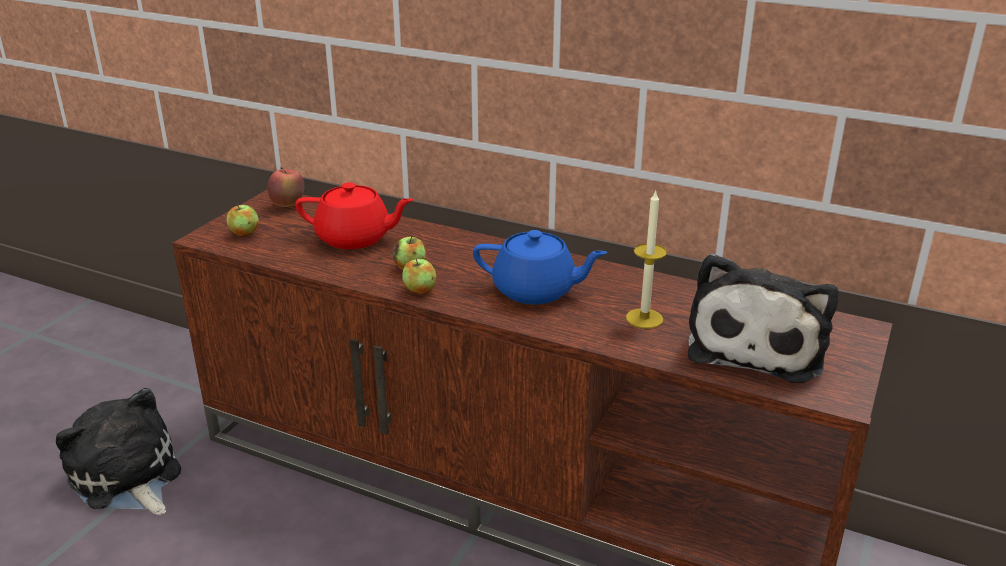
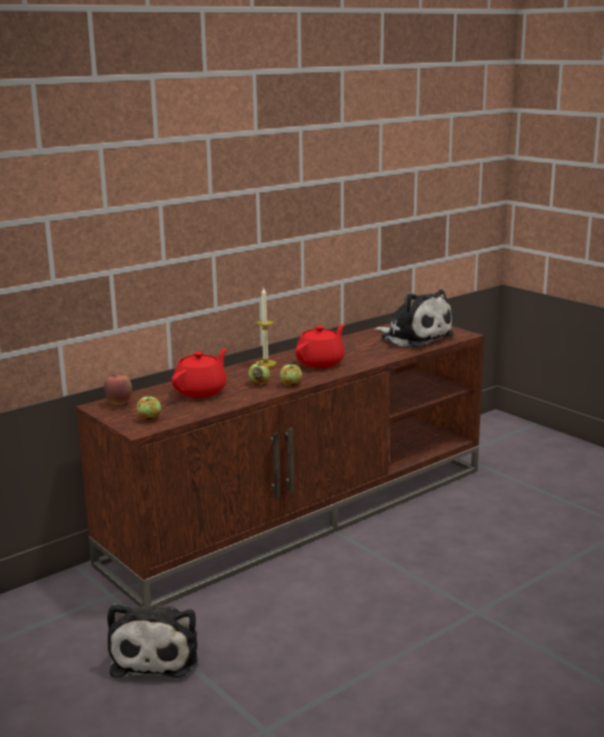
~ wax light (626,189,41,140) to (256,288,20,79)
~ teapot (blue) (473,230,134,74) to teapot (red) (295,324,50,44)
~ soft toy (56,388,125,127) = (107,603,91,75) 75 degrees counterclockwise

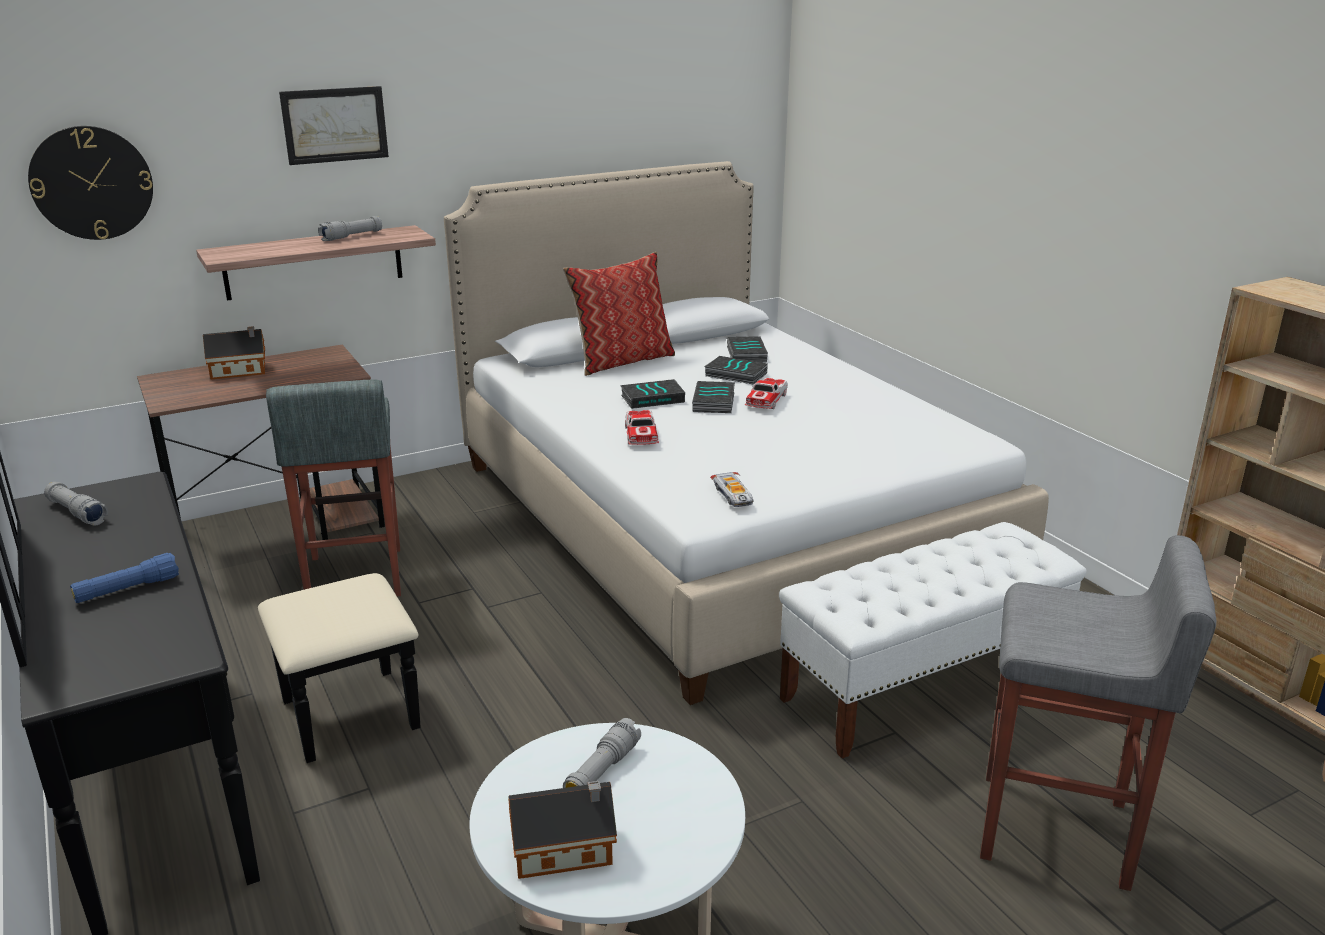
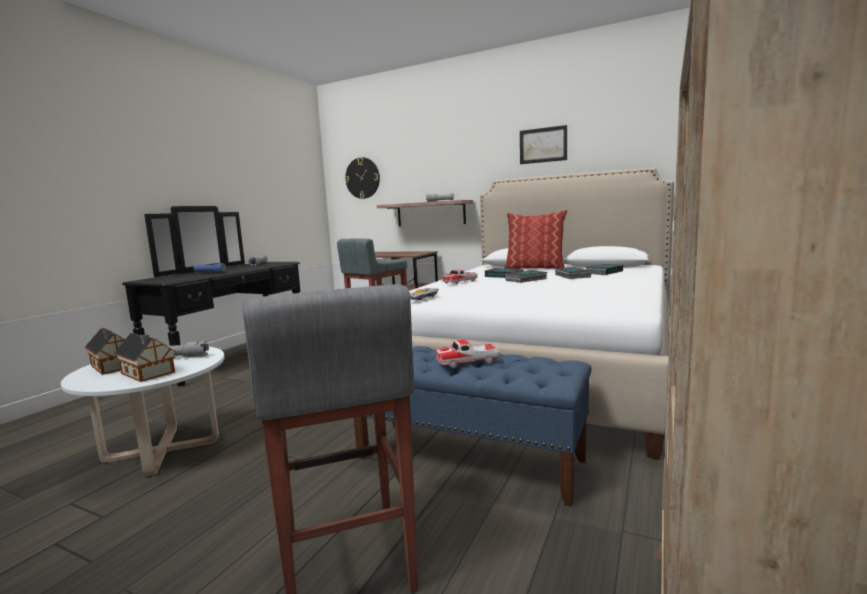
~ wall art (279,86,110,79) to (520,125,47,39)
~ miniature house (203,326,62,54) to (114,333,62,49)
~ toy car (745,378,43,31) to (436,340,63,28)
~ long seat (white-coloured) (779,522,308,236) to long seat (blue) (354,346,238,161)

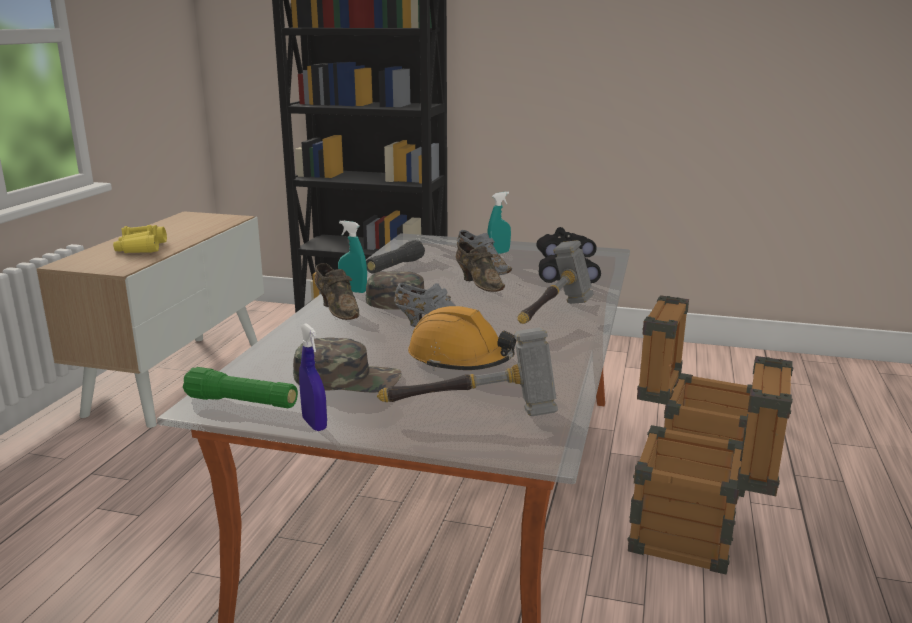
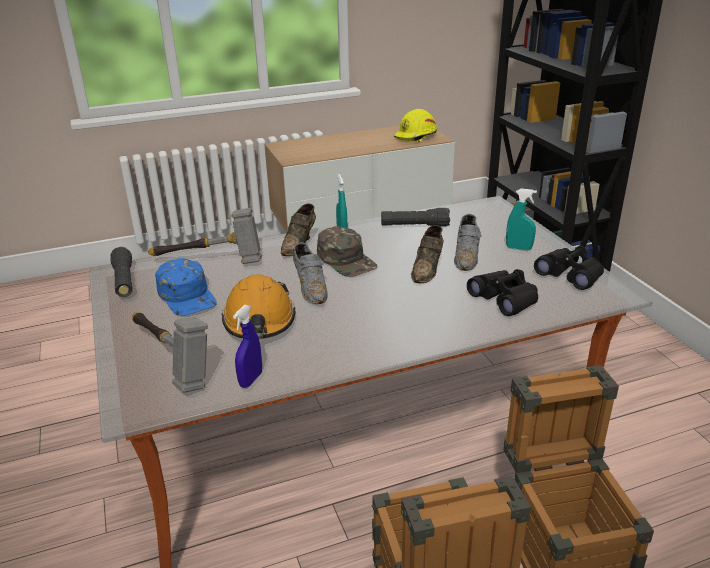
- binoculars (yellow-coloured) (113,225,54,28)
~ tool hammer (517,240,77,84) to (148,208,114,56)
~ spray bottle (blue) (299,323,28,108) to (233,305,29,83)
~ baseball cap (greenish) (293,337,109,56) to baseball cap (blue) (155,258,62,58)
~ hand torch (greenish) (183,367,115,41) to hand torch (black) (110,247,22,50)
+ safety helmet (yellow-coloured) (394,109,43,34)

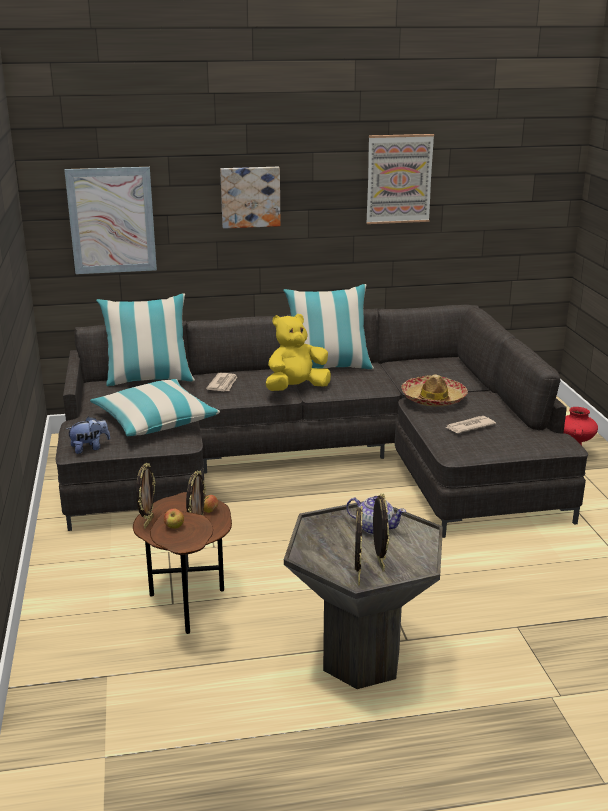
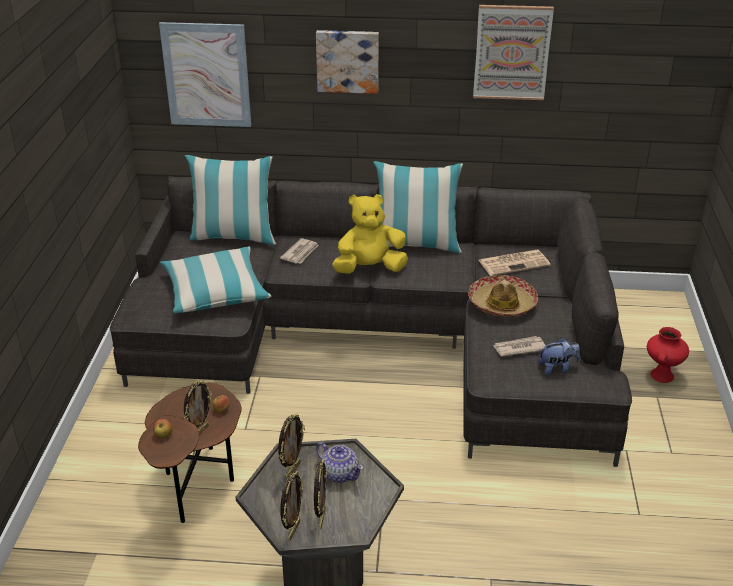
~ soft toy (66,416,44,38) to (538,337,42,38)
~ photo frame (136,463,19,66) to (278,413,27,66)
+ printed paper (479,250,72,26)

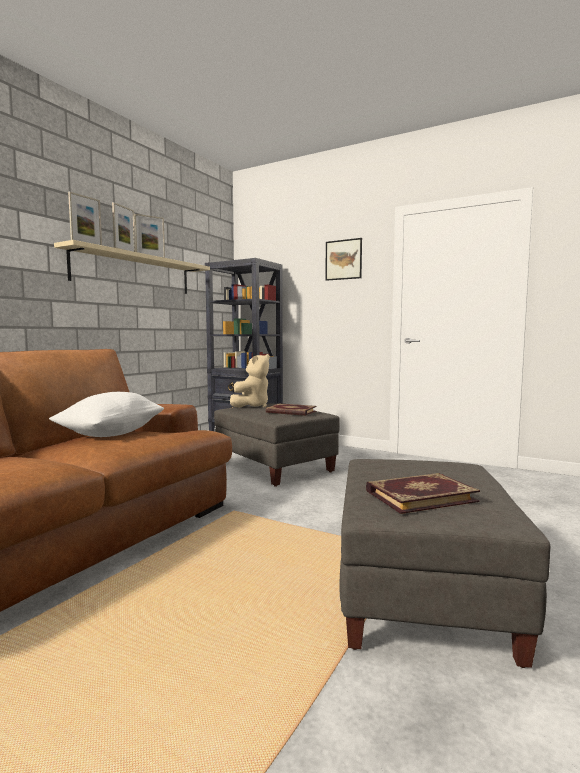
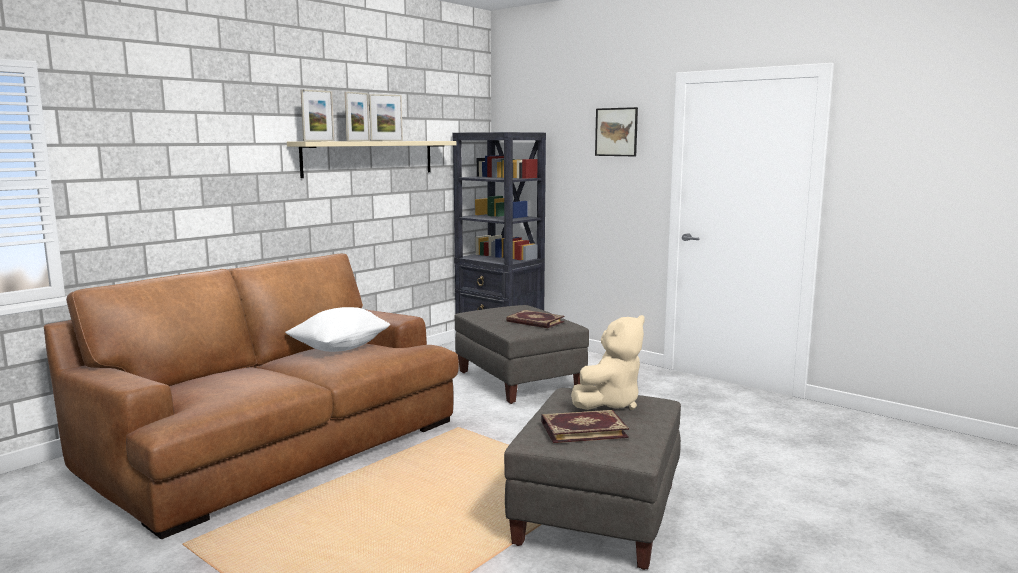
~ soft toy (sand-coloured) (230,354,40,54) to (571,315,73,95)

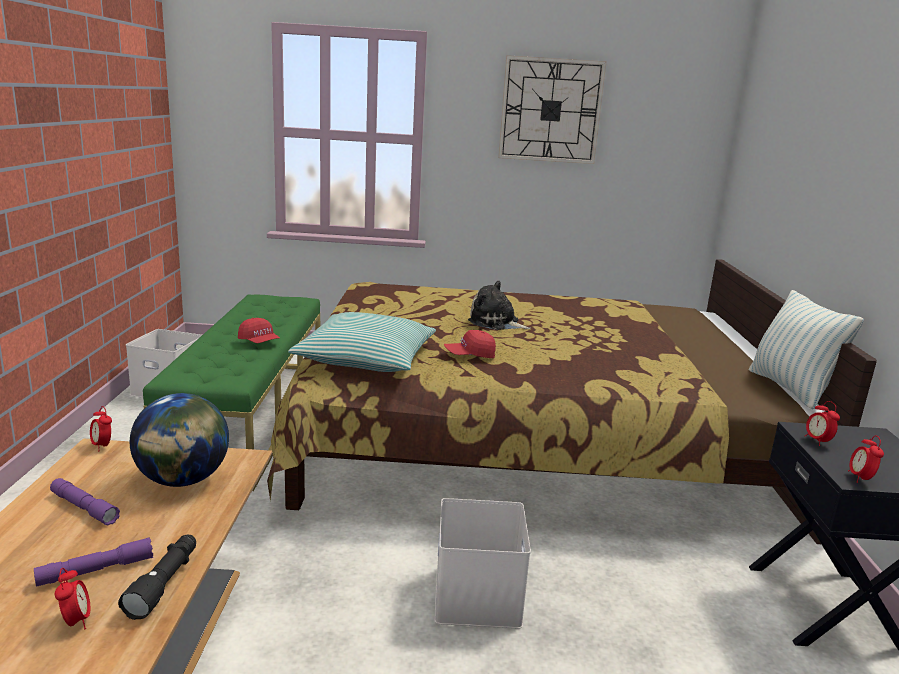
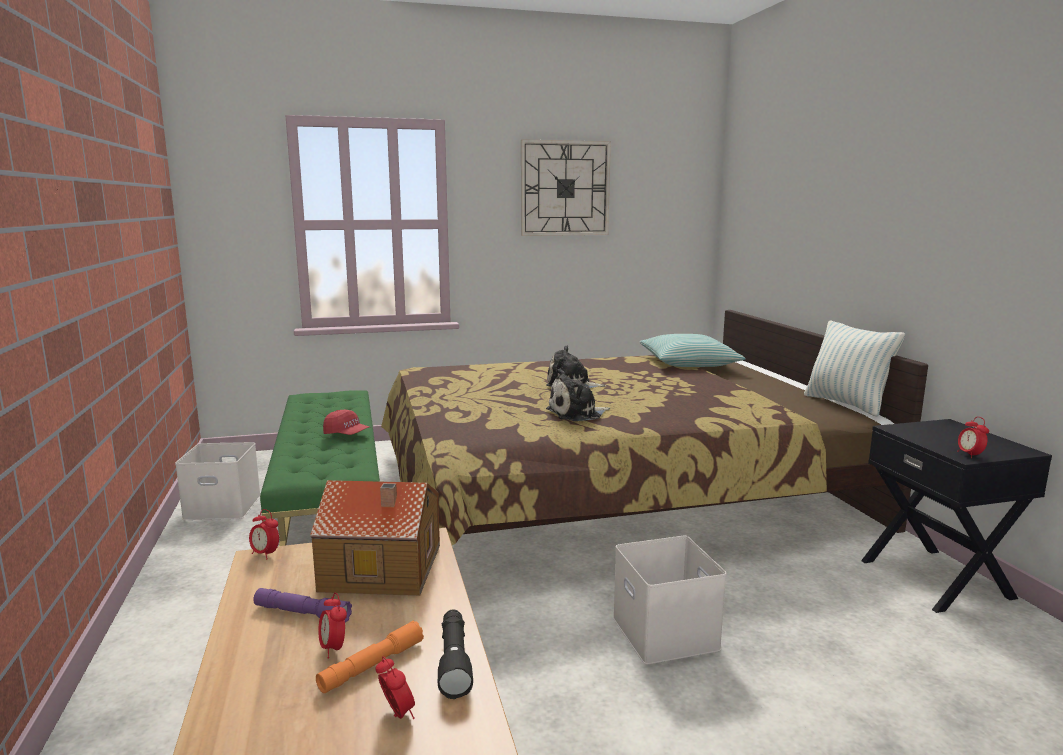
~ cushion (288,312,148,60) to (640,334,106,33)
~ baseball cap (red) (444,330,52,28) to soft toy (546,368,64,53)
~ desk globe (130,393,99,94) to miniature house (310,480,130,116)
~ bedside clock (805,401,35,45) to (318,592,29,66)
~ hand torch (purple-coloured) (34,537,119,50) to hand torch (orange) (316,620,108,73)

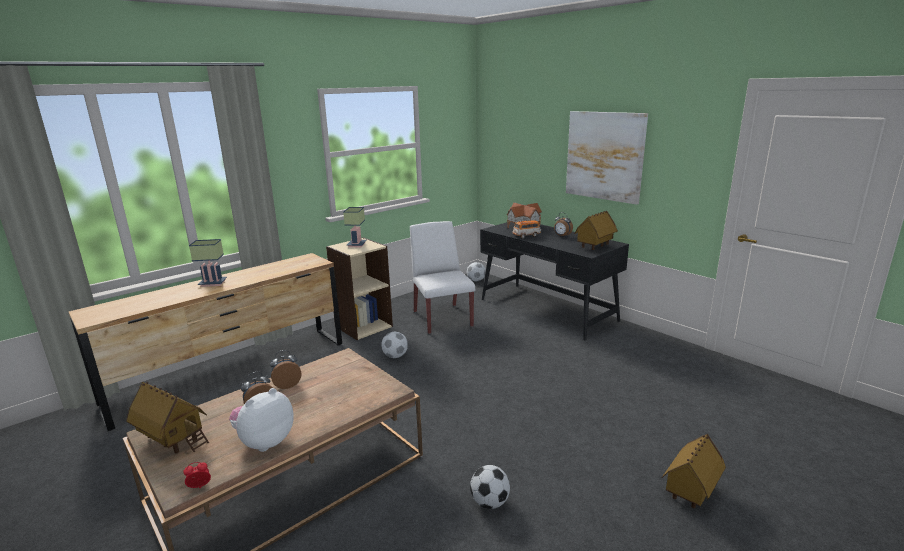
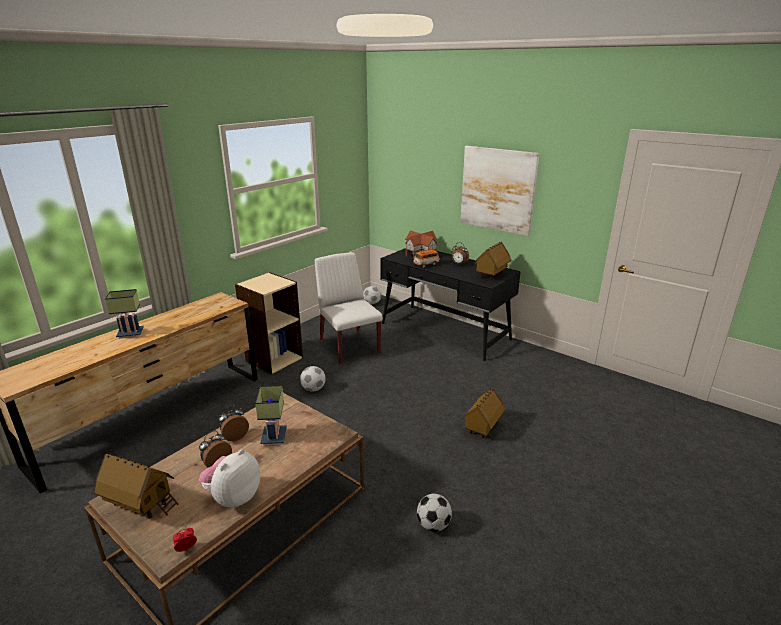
~ tabletop lamp (343,207,24,40) to (255,385,32,60)
~ miniature house (661,434,65,74) to (462,388,43,50)

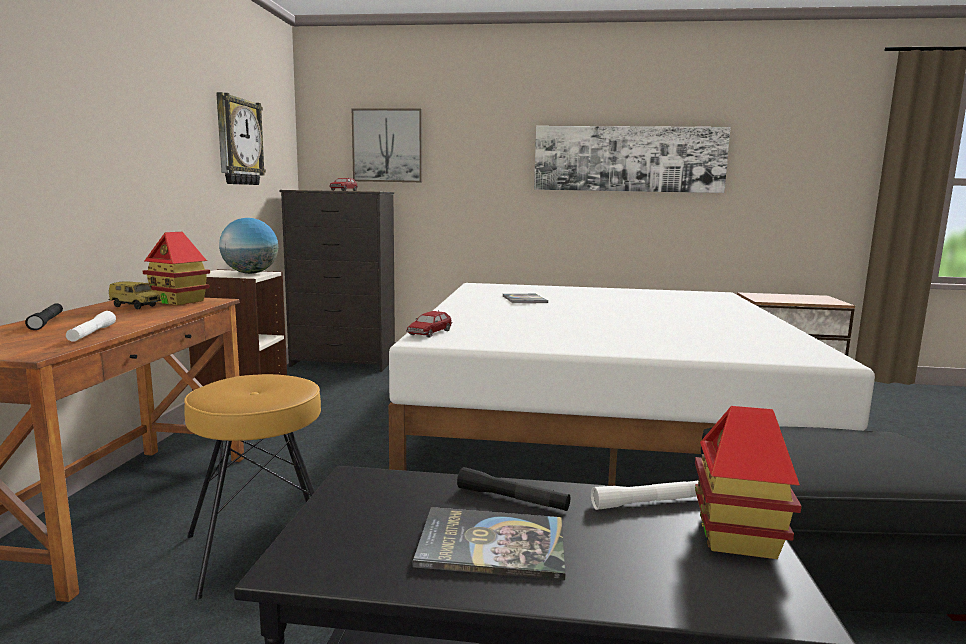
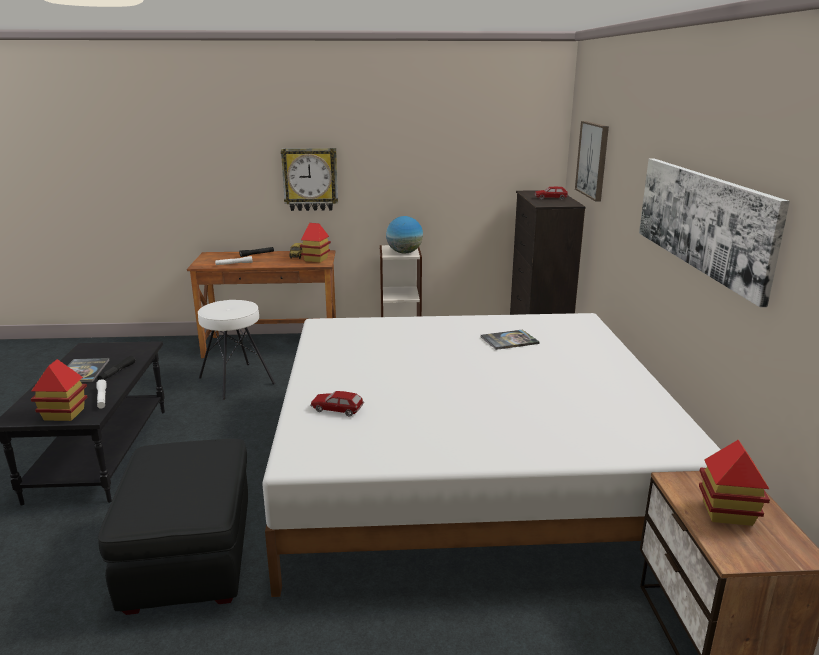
~ hanging clock (216,92,50,93) to (281,148,57,63)
~ toy car (406,311,47,27) to (310,391,54,26)
~ stool (brown) (184,374,137,226) to stool (white-coloured) (198,300,77,100)
+ miniature house (699,440,71,86)

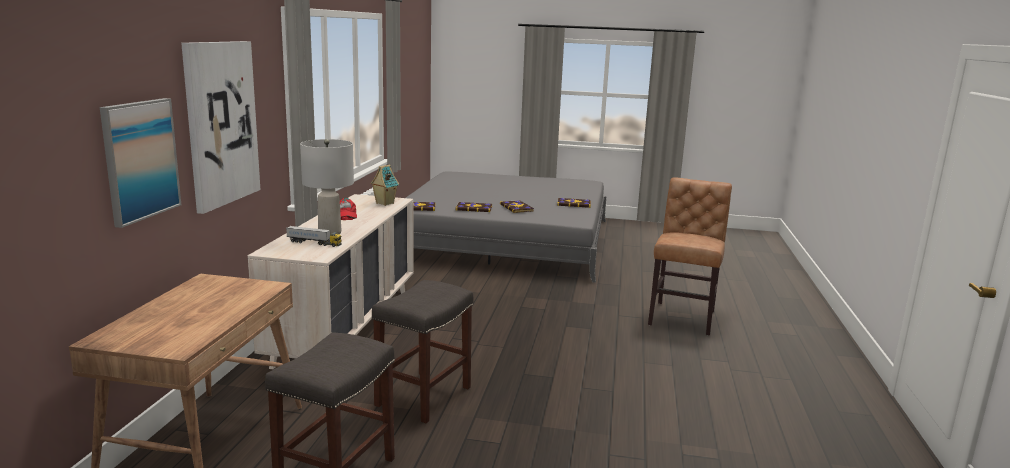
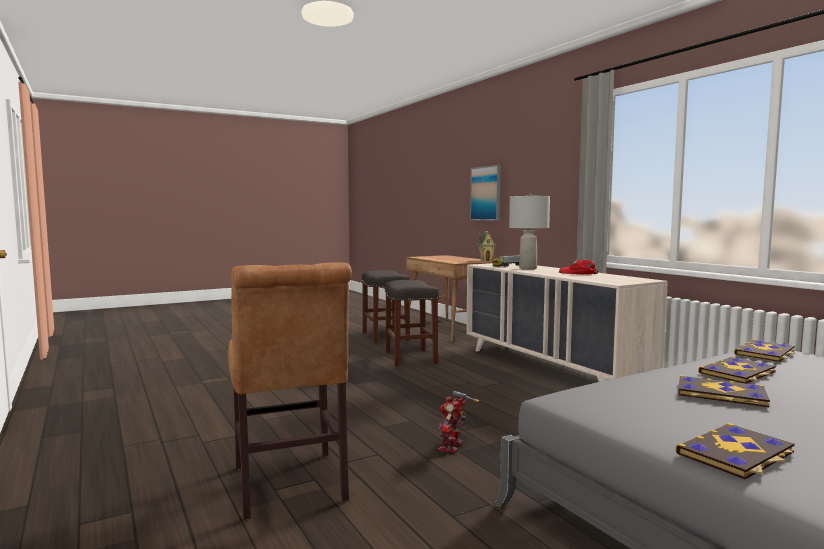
- wall art (181,41,79,173)
~ miniature house (370,165,29,41) to (477,231,20,30)
+ model robot (438,391,41,62)

